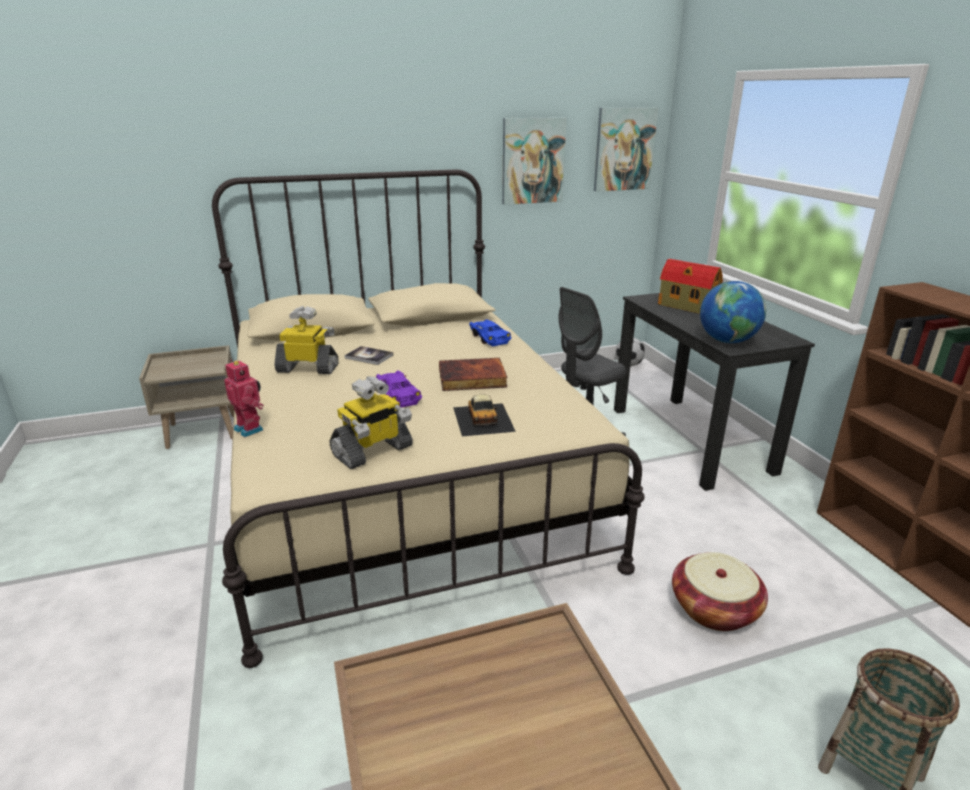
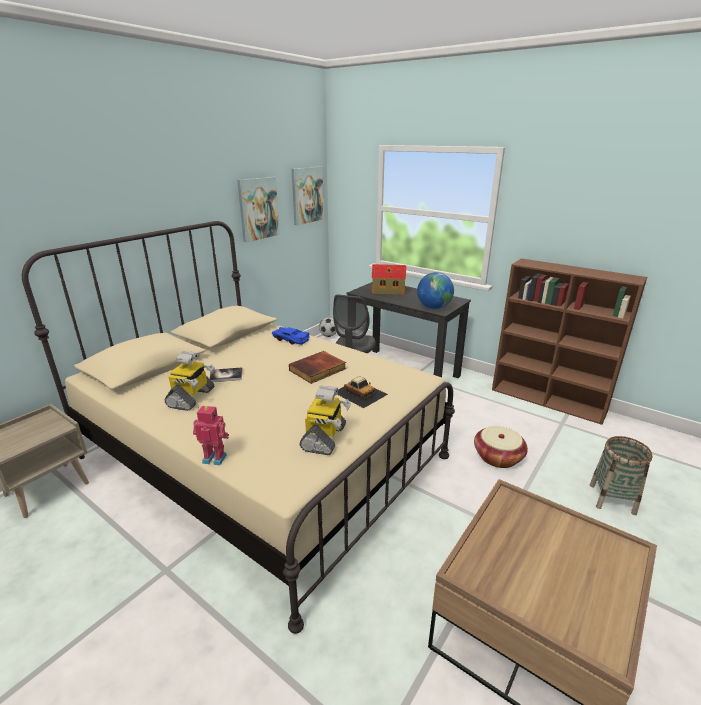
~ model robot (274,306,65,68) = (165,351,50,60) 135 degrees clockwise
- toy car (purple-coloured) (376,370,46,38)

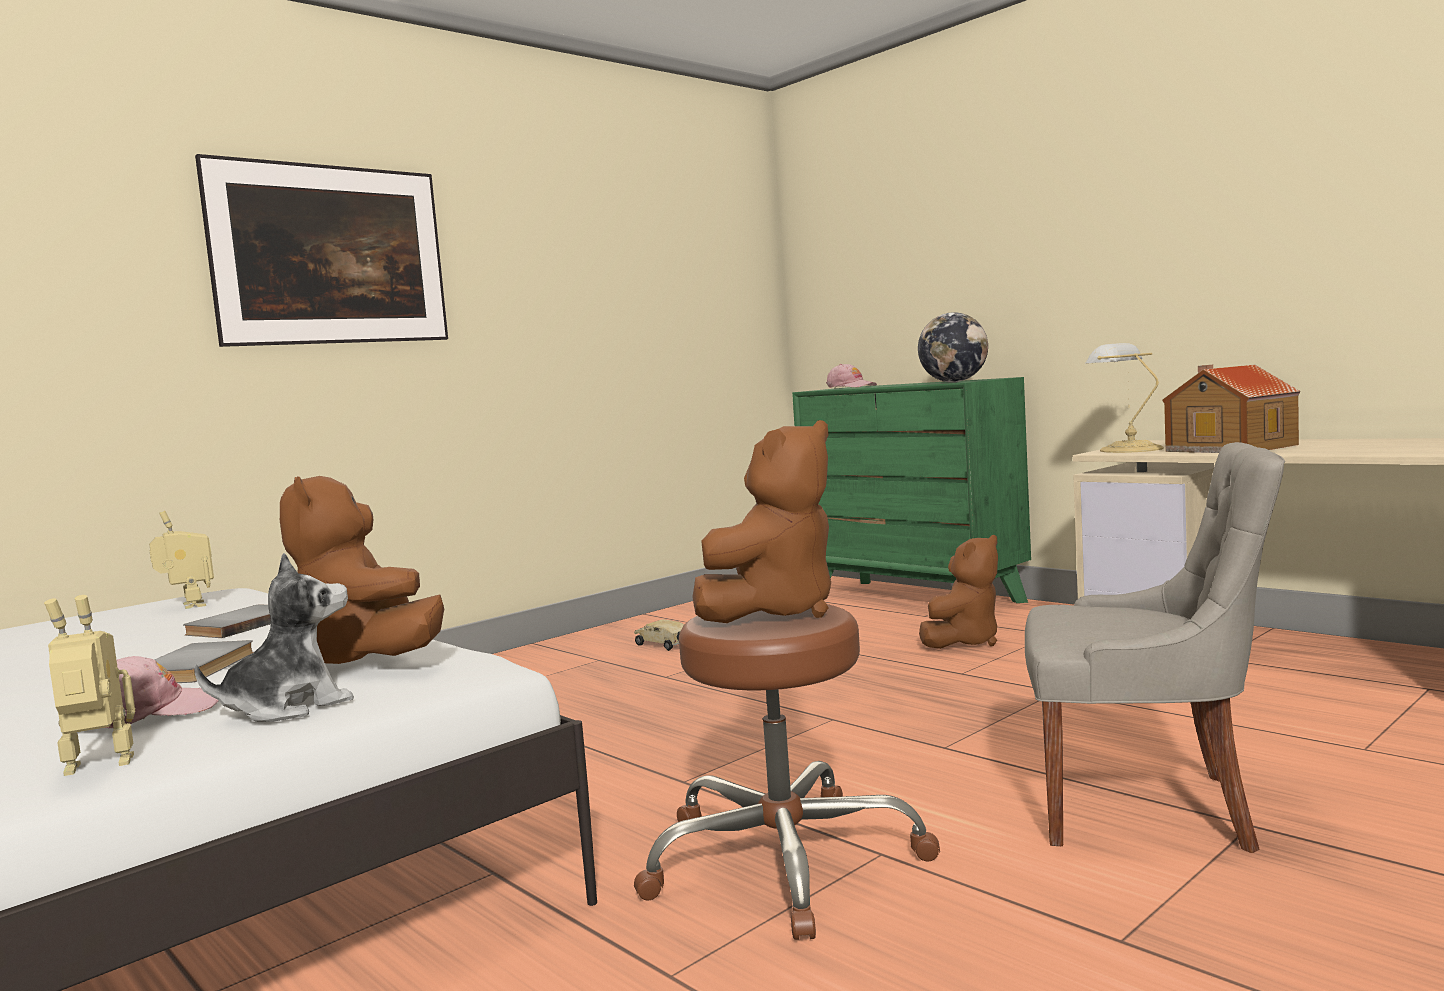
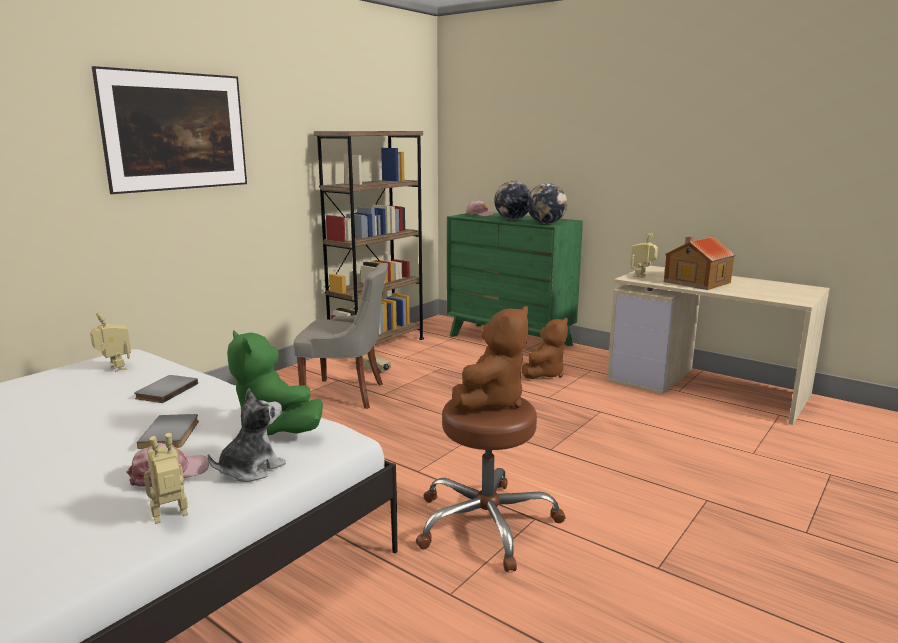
~ tabletop lamp (1085,343,79,110) to model robot (630,233,28,45)
~ upright chair (grey) (1025,442,260,411) to (293,263,95,146)
~ soft toy (brown) (280,476,164,188) to soft toy (greenish) (227,330,96,106)
+ bookcase (brown) (314,131,110,214)
+ desk globe (494,181,37,39)

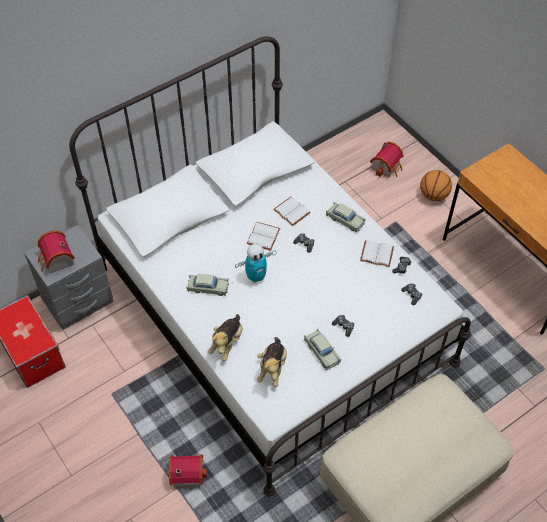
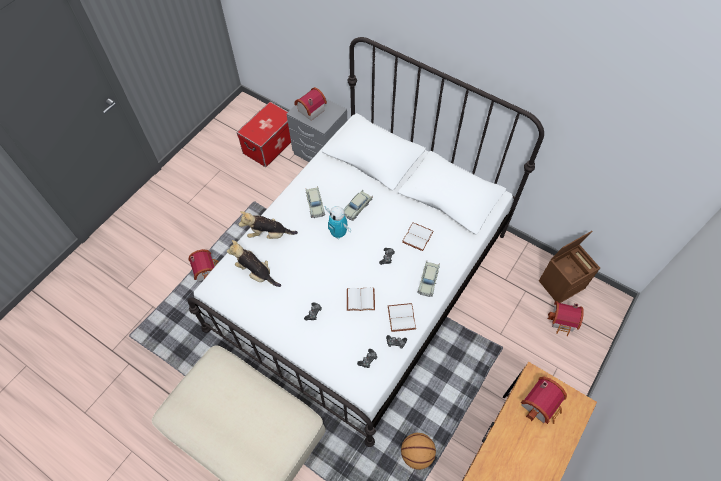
~ basketball ball (420,170,32,31) to (401,433,35,37)
~ volume (white-coloured) (247,222,34,29) to (347,288,28,23)
~ toy car (sand-coloured) (304,329,37,41) to (343,190,29,31)
~ soft toy (257,337,30,50) = (227,240,54,47) 45 degrees clockwise
+ storage box (brown) (539,231,61,72)
+ miniature house (521,377,46,47)

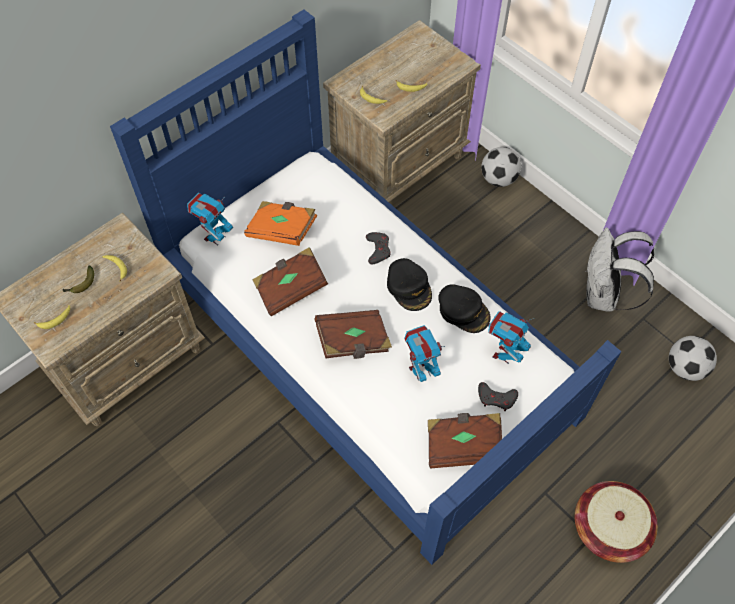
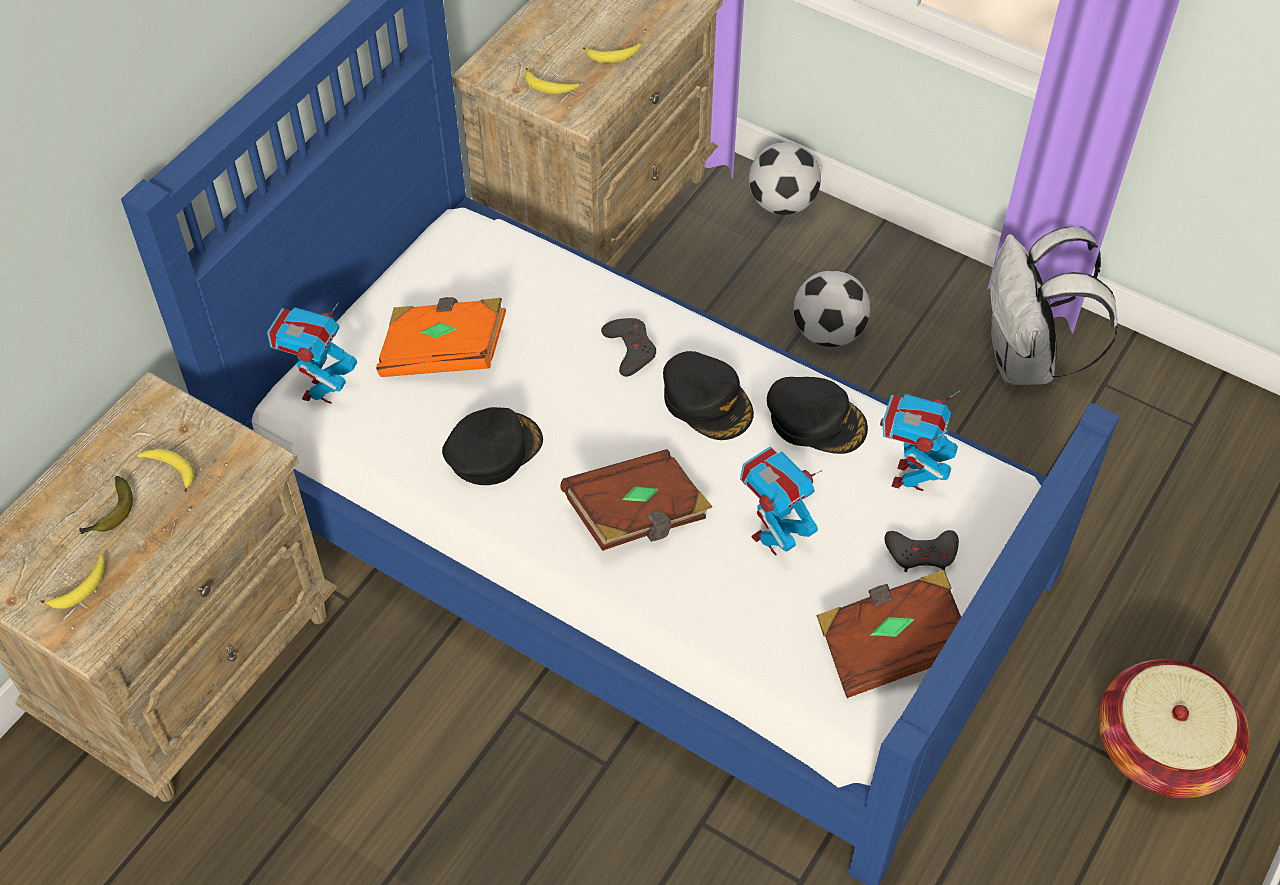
~ volume (brown) (252,247,76,69) to baseball cap (black) (442,407,101,78)
~ ball for football (669,336,48,45) to (793,270,77,77)

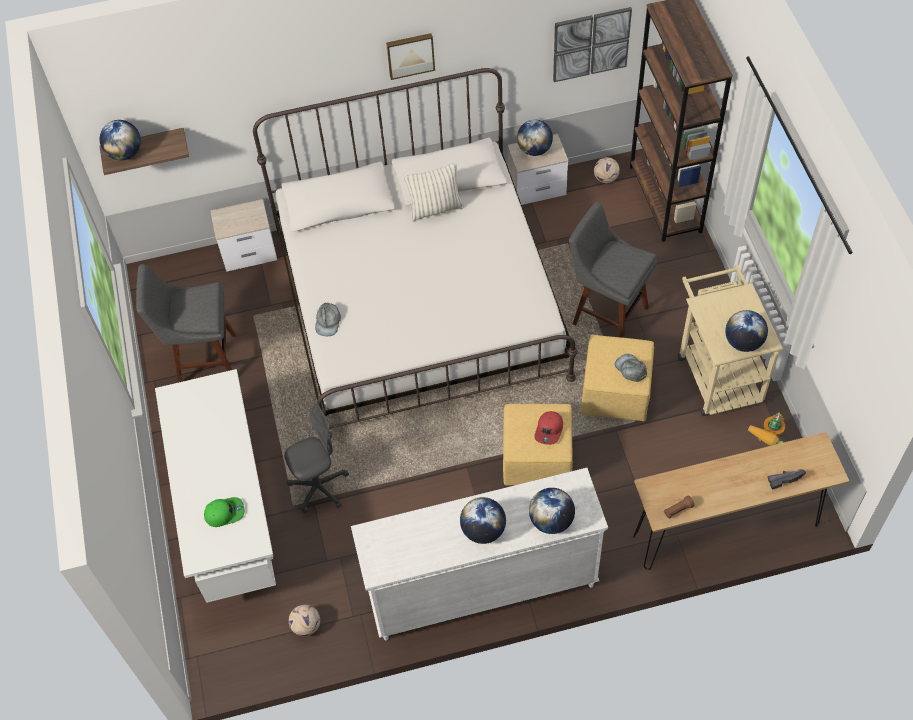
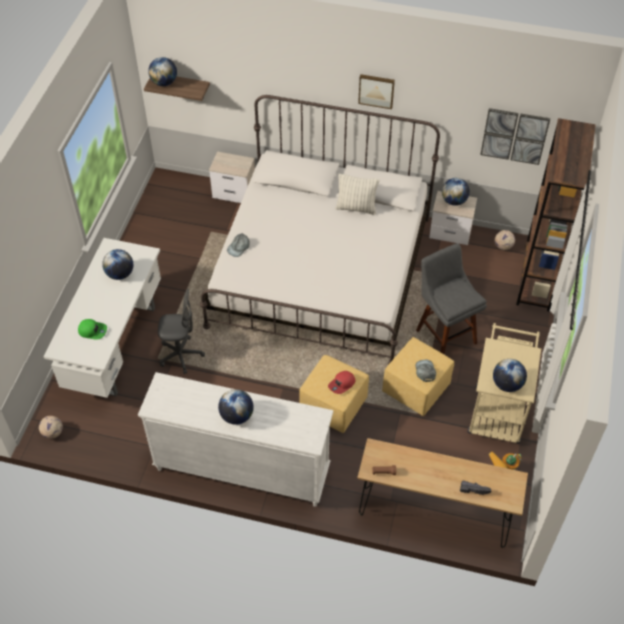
- stool (grey) (136,264,100,119)
~ desk globe (529,488,46,46) to (102,249,31,31)
~ ball for football (289,605,31,31) to (39,416,24,23)

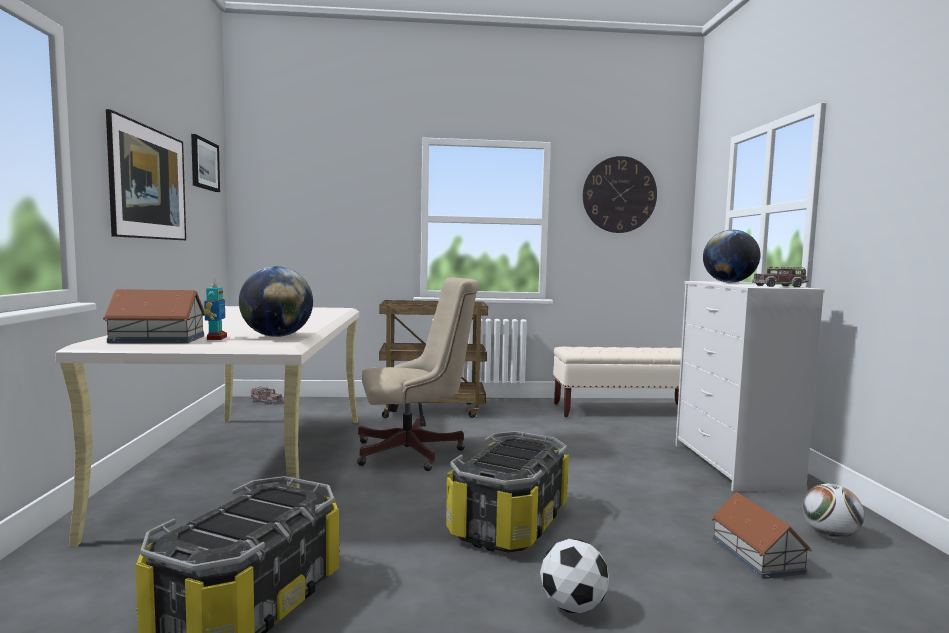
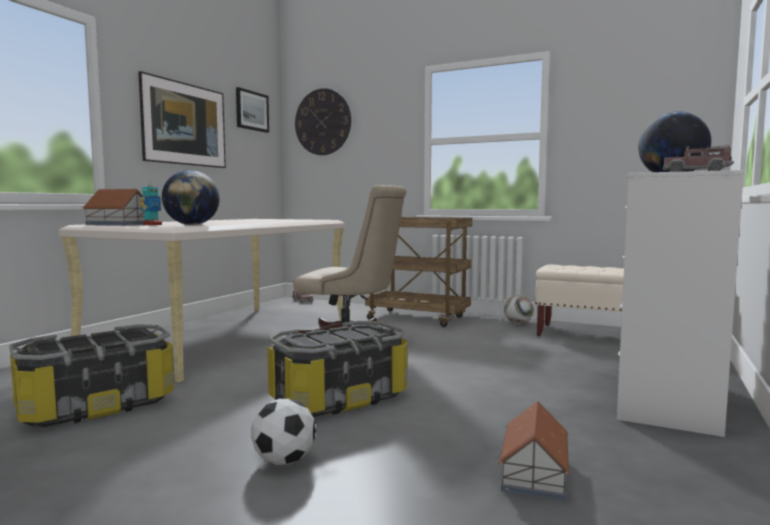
~ hanging clock (583,156,74,77) to (295,88,56,67)
~ ball for football (803,484,61,55) to (504,295,30,29)

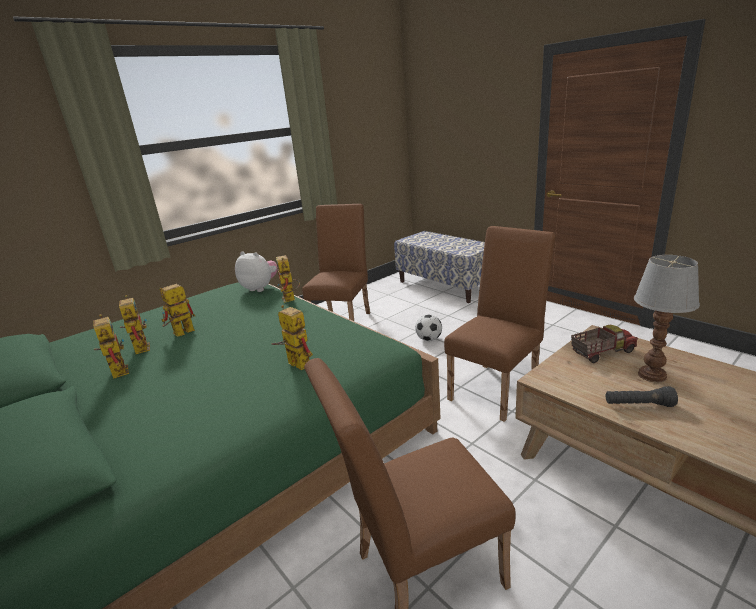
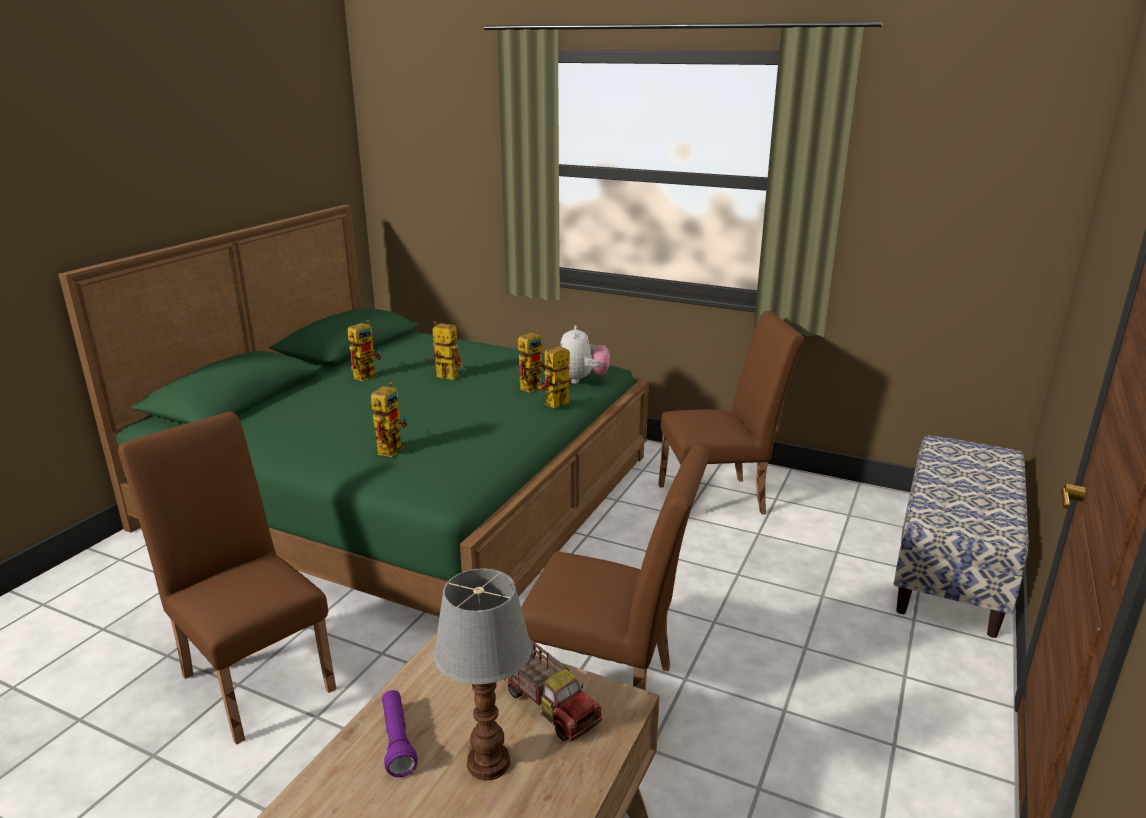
~ model robot (119,295,31,59) to (518,330,30,63)
- ball for football (415,314,27,27)
~ hand torch (black) (606,386,72,21) to hand torch (purple-coloured) (382,690,36,87)

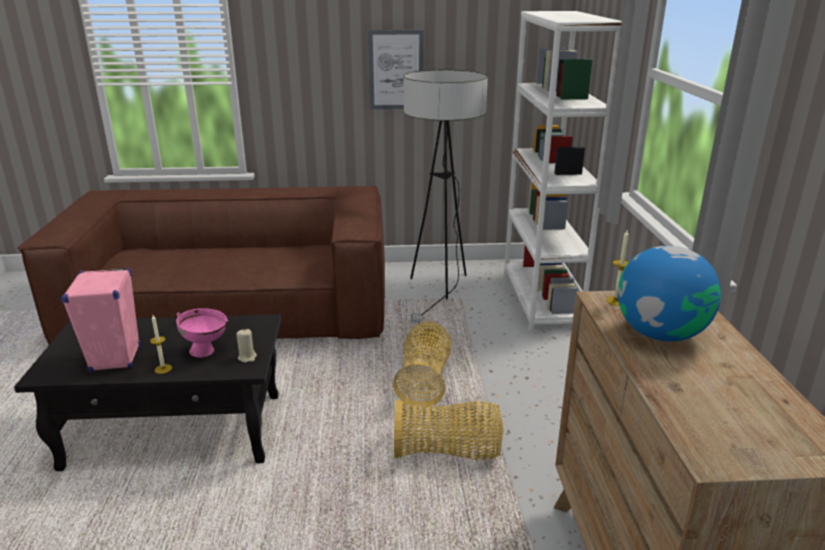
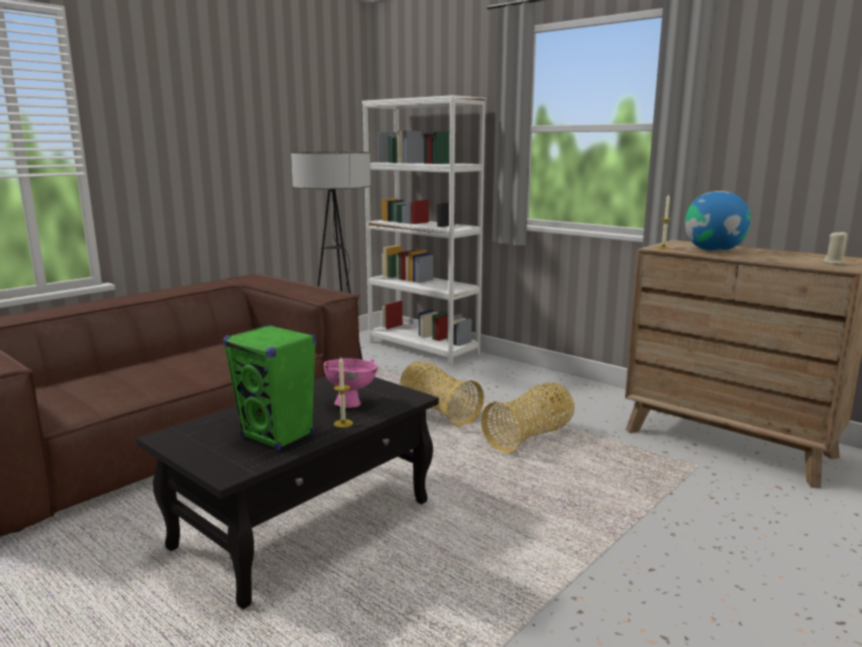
- wall art (368,30,56,79)
~ audio speaker (pink-coloured) (61,268,80,104) to audio speaker (greenish) (223,324,93,127)
~ wax light (sand-coloured) (236,329,21,34) to (824,230,23,34)

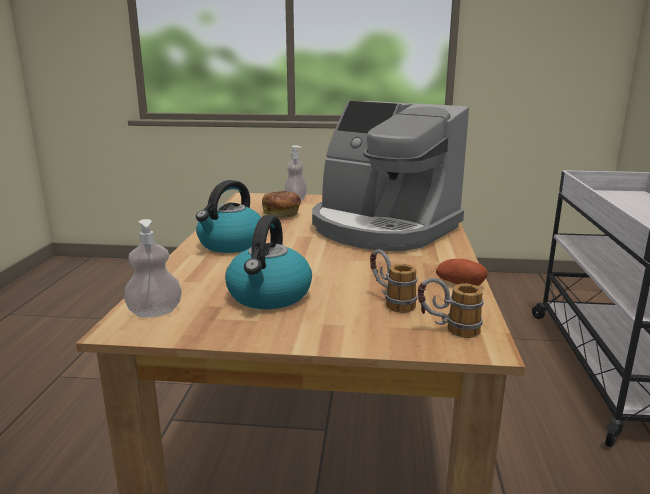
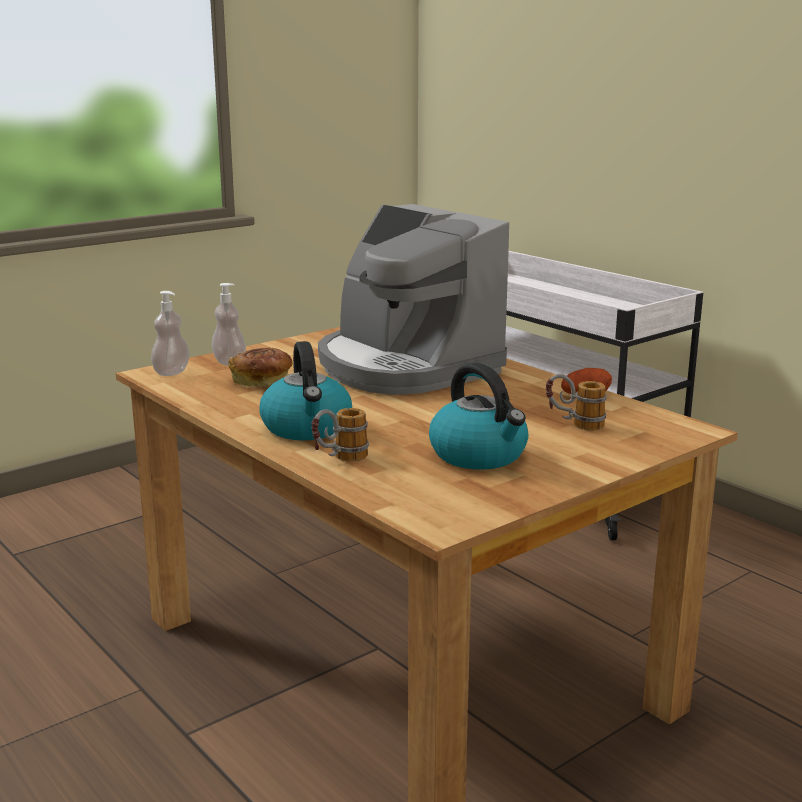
~ coffee machine (312,101,157,150) = (318,204,191,191) 60 degrees clockwise
~ soap bottle (124,219,58,98) to (151,291,39,85)
~ tea mug (418,278,66,60) to (312,408,57,54)

